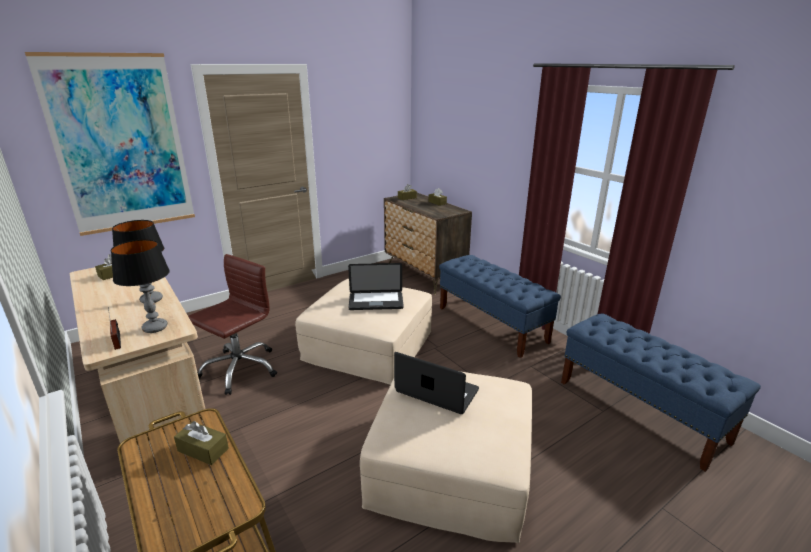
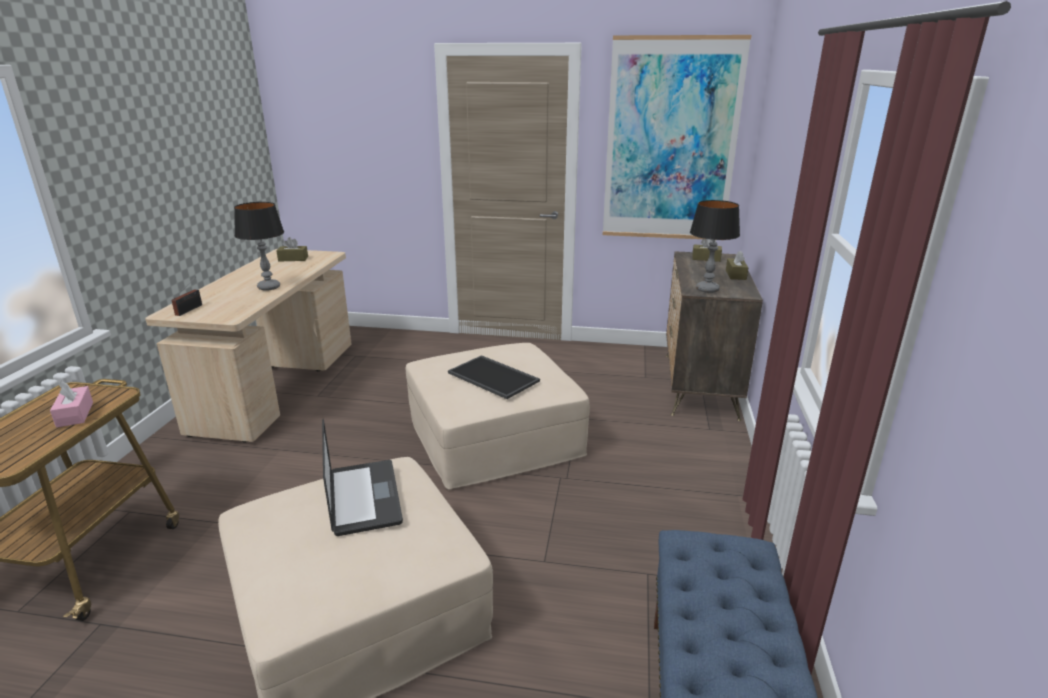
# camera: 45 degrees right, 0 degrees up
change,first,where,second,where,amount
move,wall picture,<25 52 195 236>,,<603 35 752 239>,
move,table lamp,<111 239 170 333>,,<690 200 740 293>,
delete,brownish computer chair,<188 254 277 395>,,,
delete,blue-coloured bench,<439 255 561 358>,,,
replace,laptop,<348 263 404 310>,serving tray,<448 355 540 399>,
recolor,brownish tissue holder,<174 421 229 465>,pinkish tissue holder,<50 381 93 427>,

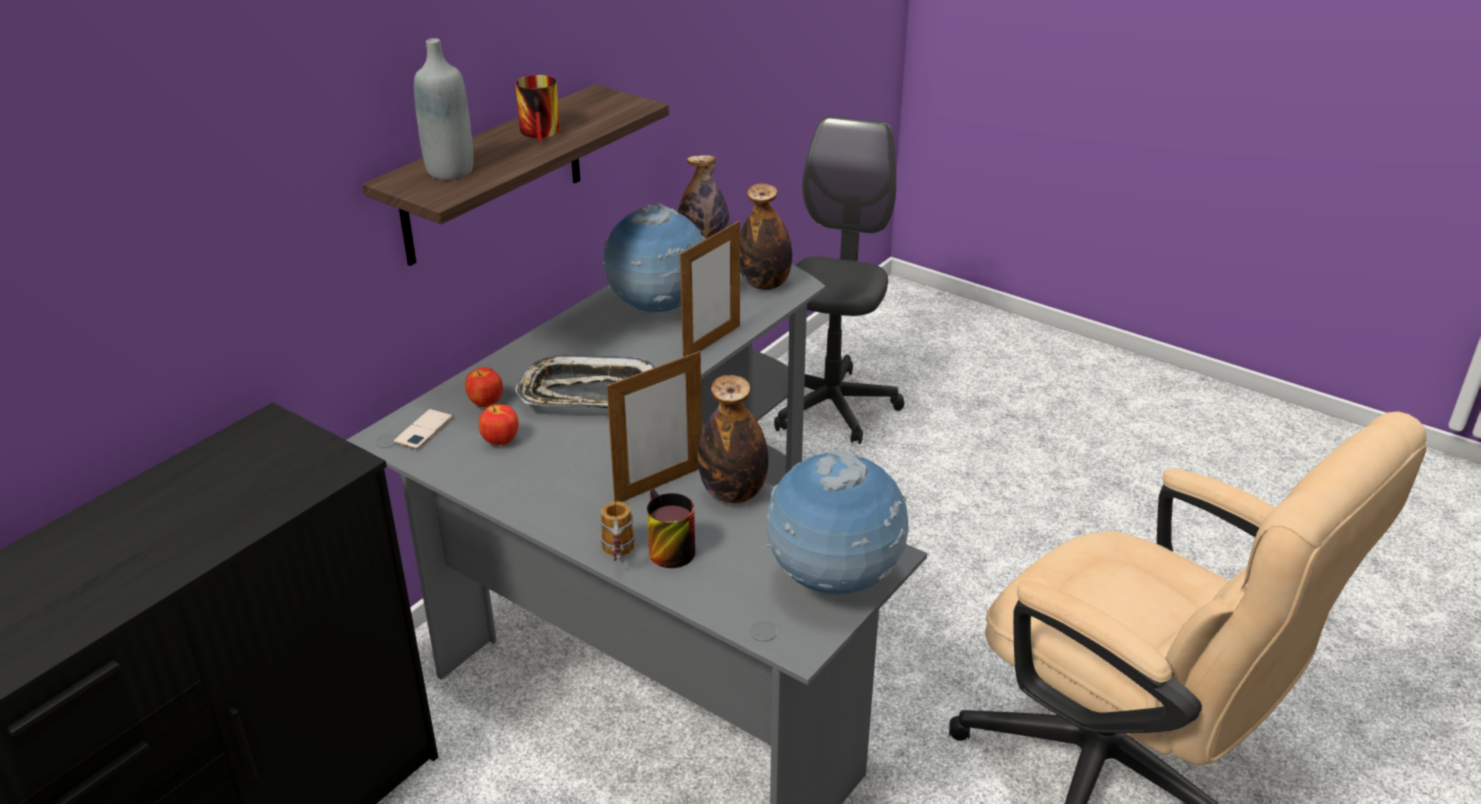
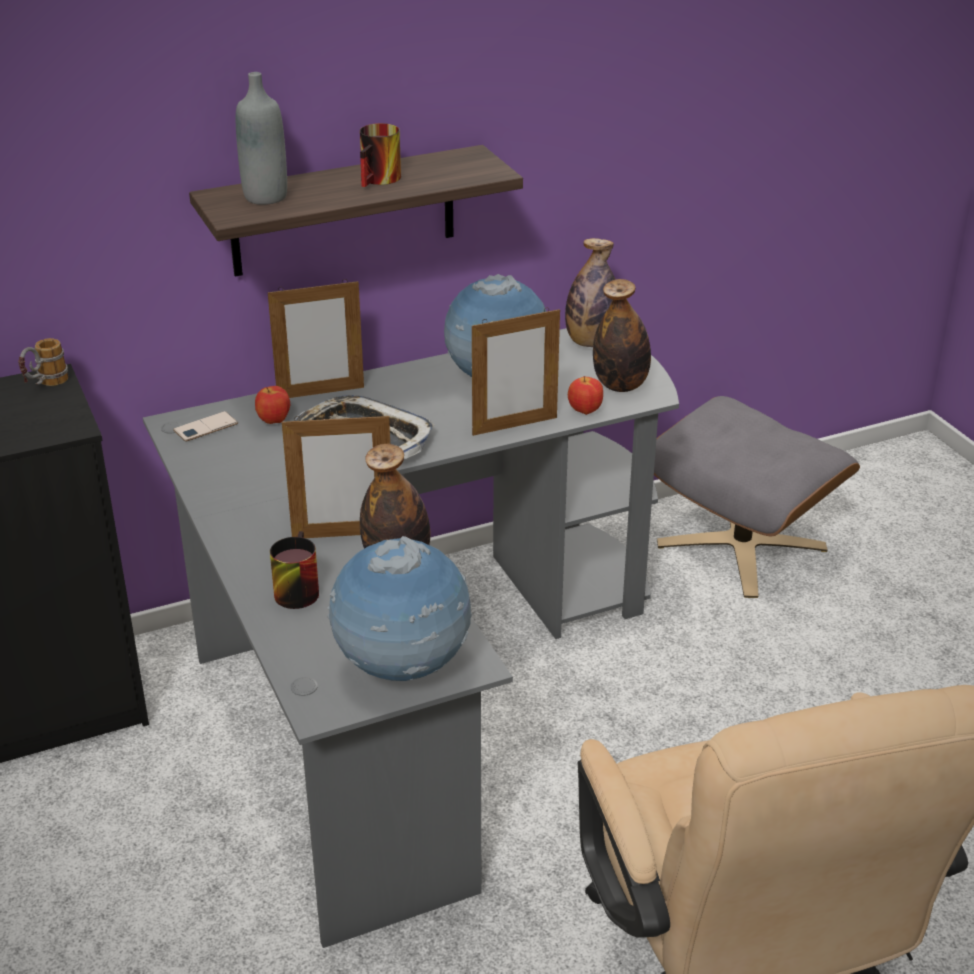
# camera: 30 degrees right, 0 degrees up
change,first,where,second,where,amount
replace,greyish computer chair,<774 116 904 444>,greyish footrest,<654 396 860 598>,
move,whole apple,<479 404 519 445>,,<568 376 603 415>,
move,coffee mug,<600 501 635 561>,,<18 338 68 386>,
insert,,,picture frame,<268 279 364 398>,

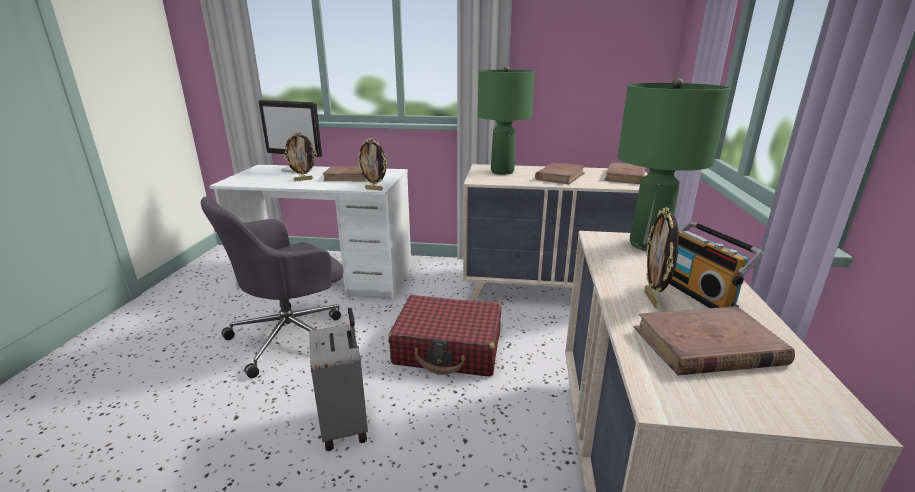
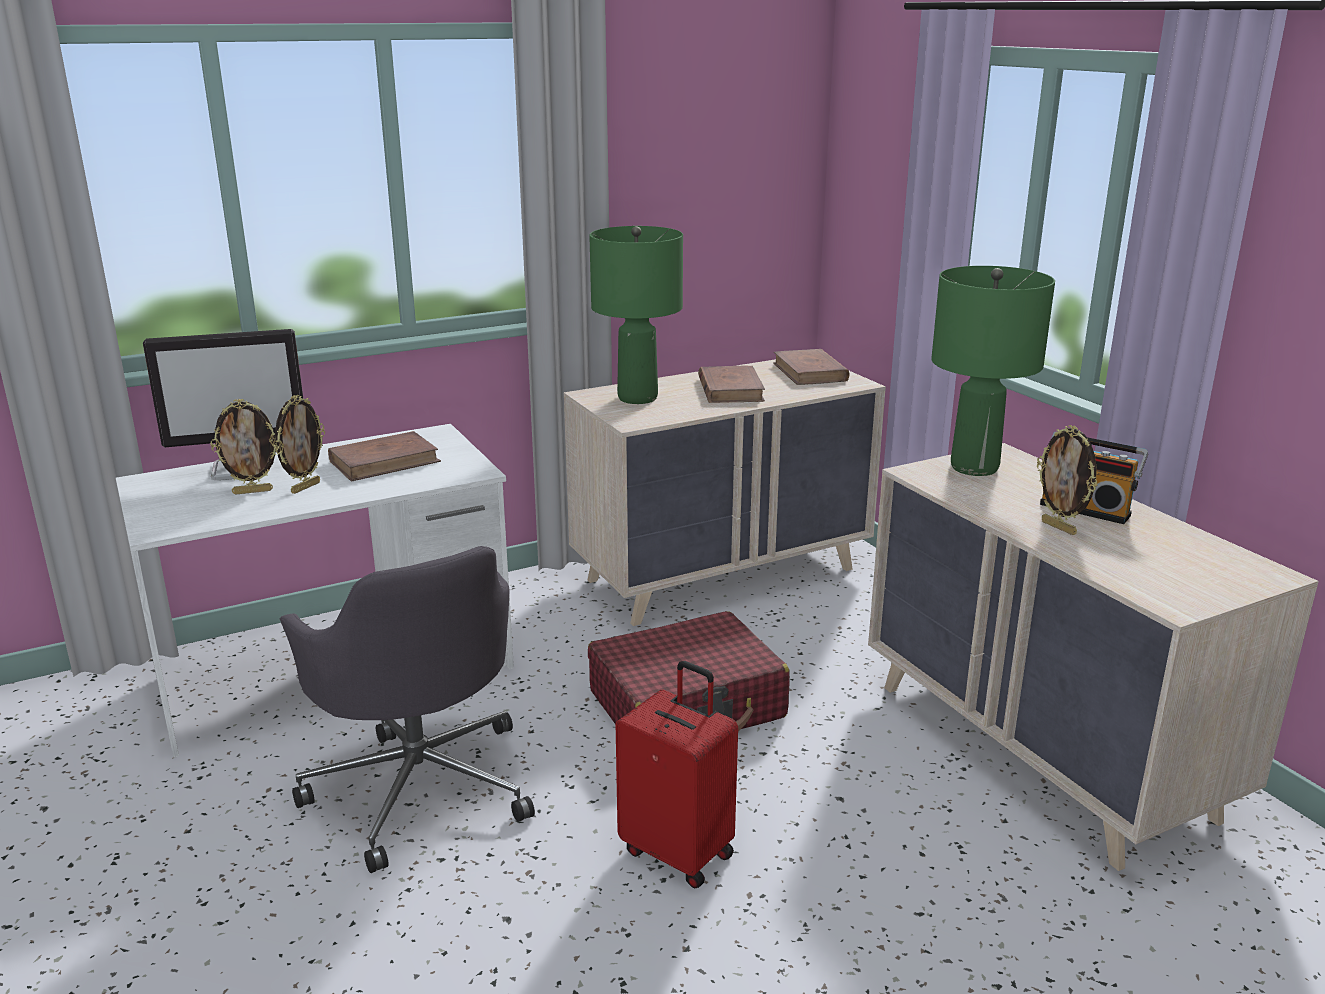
# camera: 35 degrees left, 0 degrees up
change,first,where,second,where,amount
move,picture frame,<356 138 388 191>,,<210 399 276 495>,
rotate,greyish computer chair,<201 196 343 378>,,<280 546 535 873>,45 degrees counterclockwise
delete,brownish volume,<634 306 795 375>,,,
recolor,greyish piece of luggage,<309 308 368 451>,red-coloured piece of luggage,<616 661 738 888>,

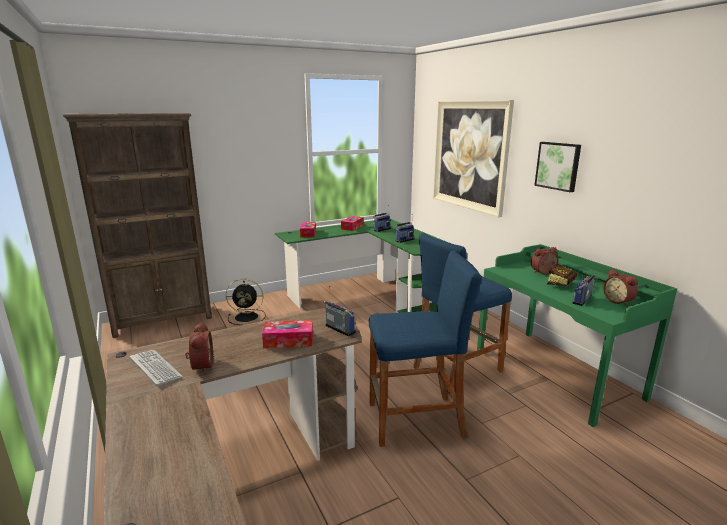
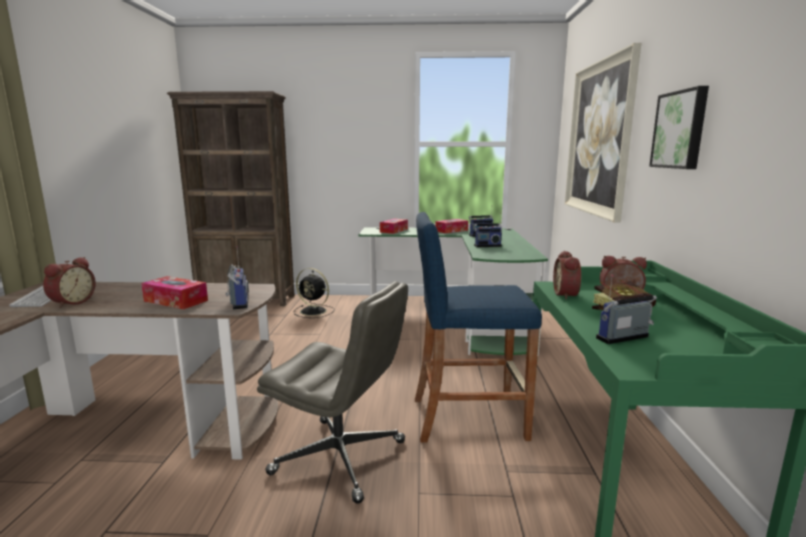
# camera: 30 degrees right, 5 degrees down
change,first,where,second,where,amount
replace,blue-coloured sitting stool,<369 251 482 447>,greyish computer chair,<257 281 408 504>,
move,bedside clock,<603 269 638 306>,,<553 251 581 299>,

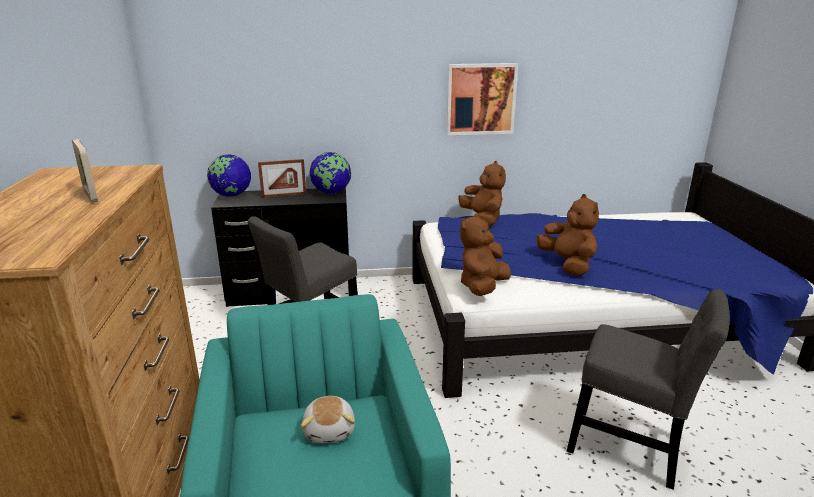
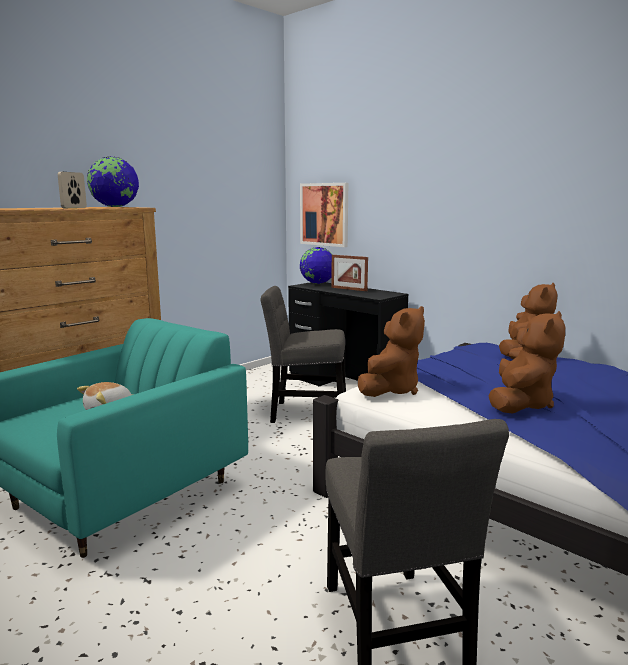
# camera: 50 degrees right, 10 degrees down
change,first,where,second,where,amount
move,wall picture,<446 63 518 135>,,<300 183 348 247>,
move,world globe,<310 152 351 194>,,<87 156 139 207>,
rotate,brownish plush toy,<460 213 511 296>,,<358 306 425 397>,135 degrees clockwise

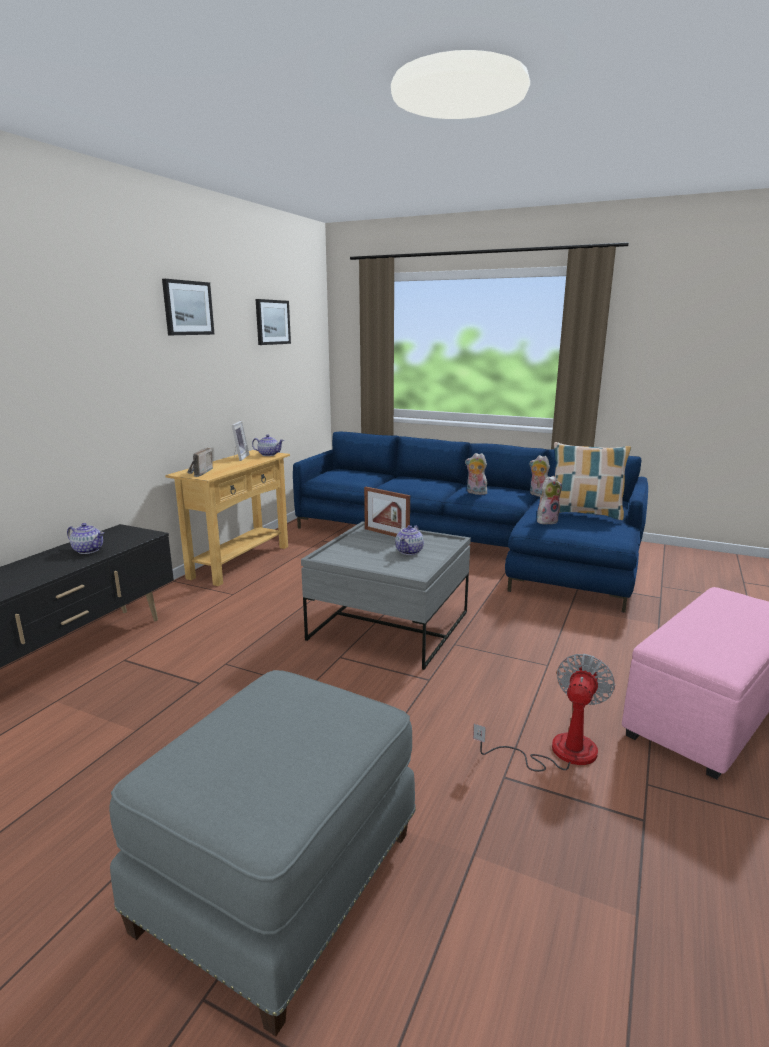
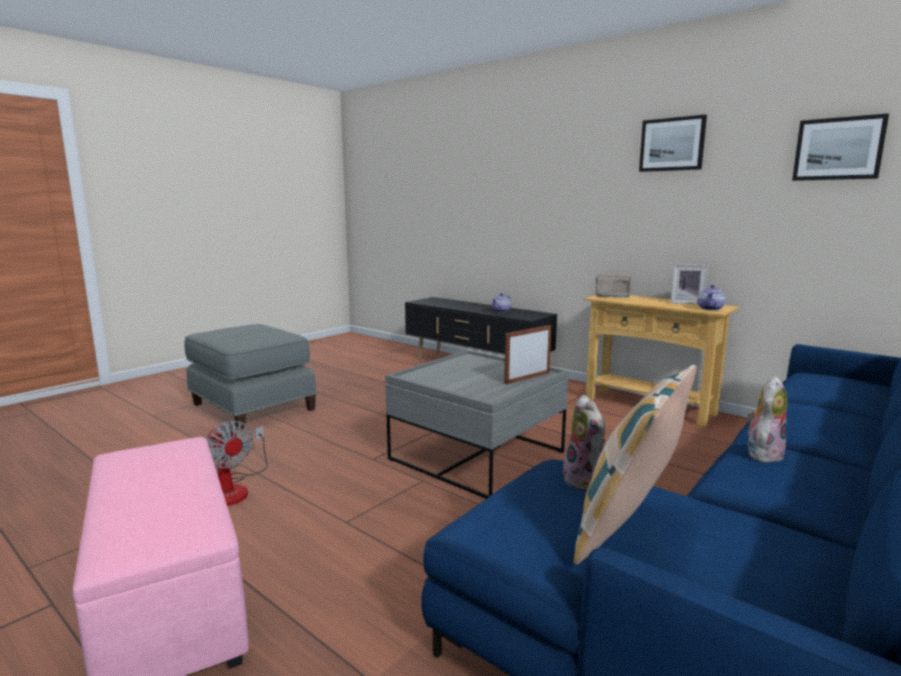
# camera: 105 degrees right, 5 degrees down
change,first,where,second,where,amount
delete,plush toy,<530 455 550 497>,,,
delete,pot for tea,<395 525 424 555>,,,

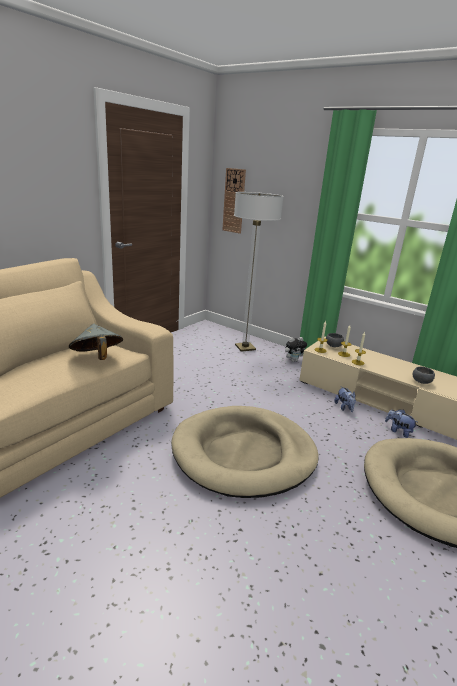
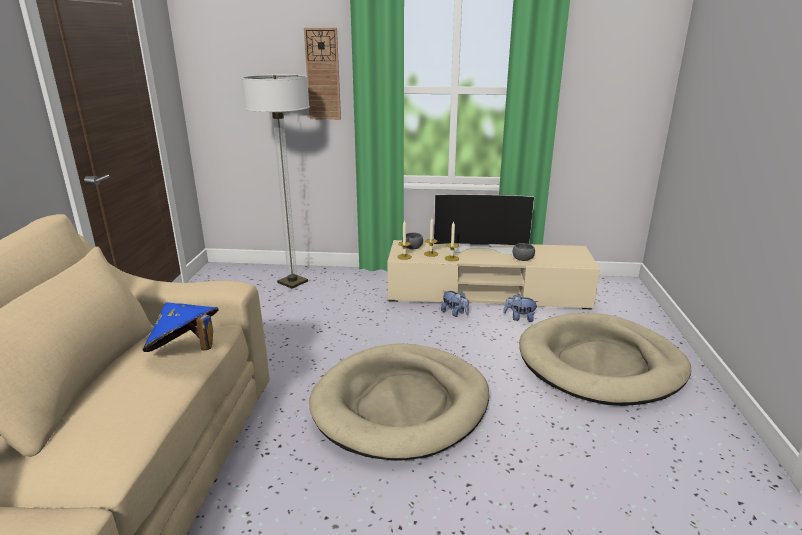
# camera: 30 degrees left, 0 degrees up
change,first,where,second,where,amount
move,clock on the wall,<222 168 246 234>,,<304 28 341 120>,
recolor,greyish clothing hat,<69 324 123 360>,blue-coloured clothing hat,<143 302 219 352>,
delete,plush toy,<285 337 307 362>,,,
insert,,,TV,<434 194 534 255>,

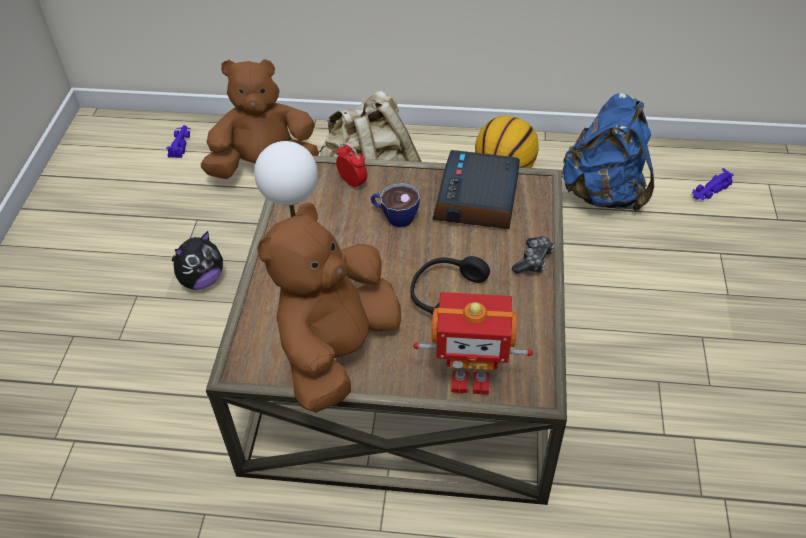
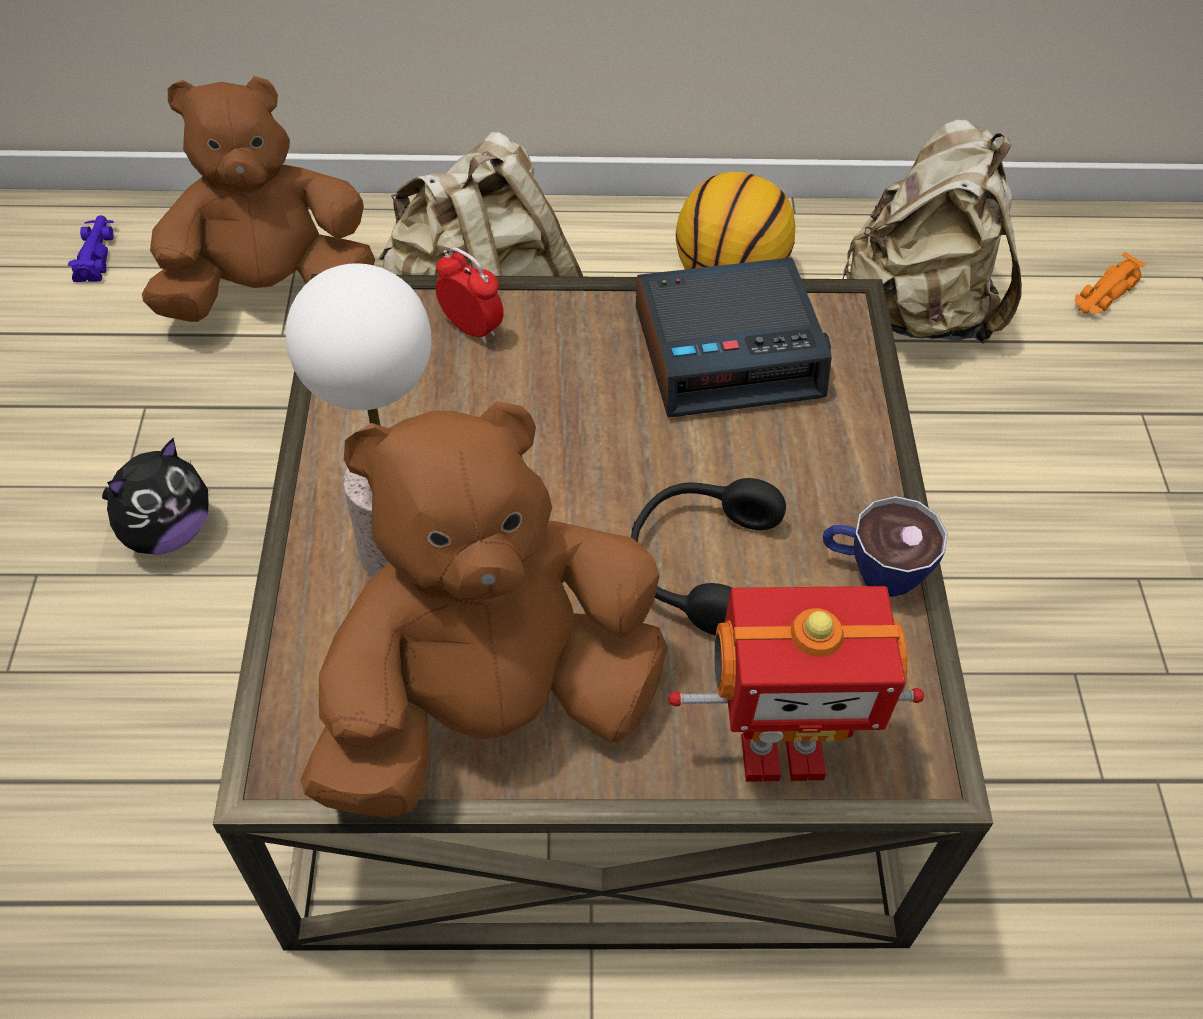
# camera: 10 degrees left, 5 degrees up
change,first,where,second,where,amount
recolor,blue-coloured backpack,<562 93 654 212>,beige-coloured backpack,<843 120 1022 344>,
rotate,bedside clock,<432 150 520 229>,,<636 257 832 417>,105 degrees counterclockwise
recolor,purple toy car,<692 168 734 200>,orange-coloured toy car,<1075 252 1146 314>,
move,drinking cup,<371 183 420 227>,,<823 496 948 597>,
rotate,brownish plush toy,<257 202 401 413>,,<301 401 667 818>,45 degrees clockwise
delete,gamepad,<512 236 554 274>,,,

